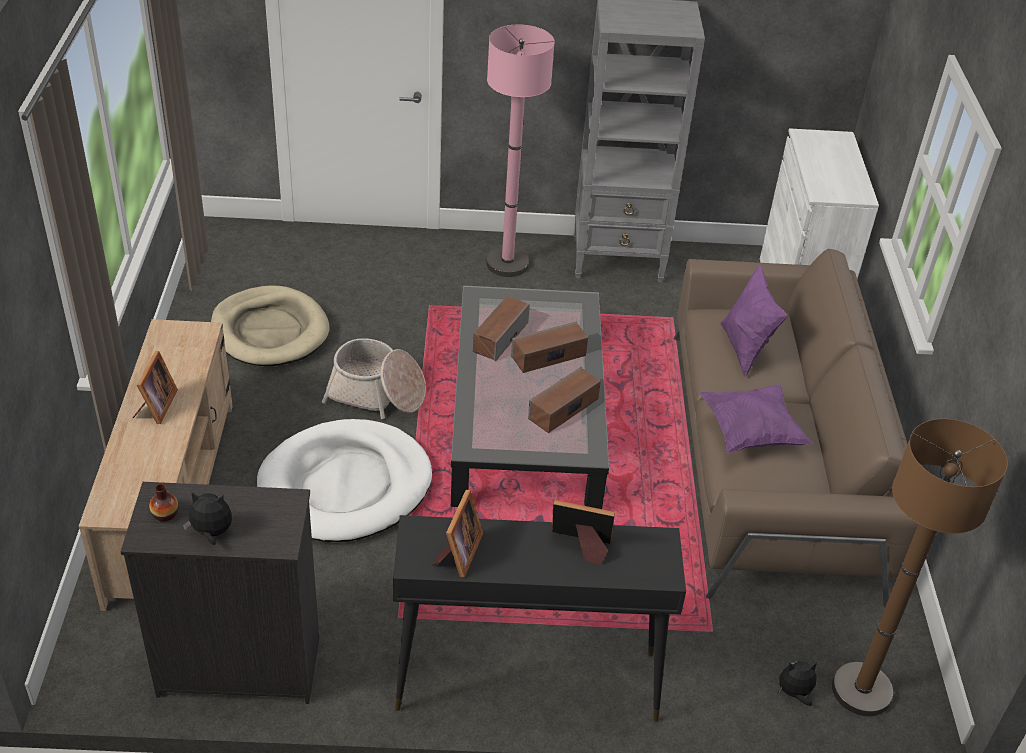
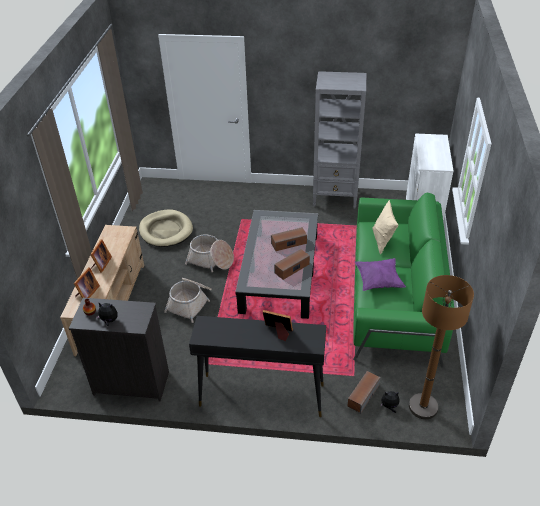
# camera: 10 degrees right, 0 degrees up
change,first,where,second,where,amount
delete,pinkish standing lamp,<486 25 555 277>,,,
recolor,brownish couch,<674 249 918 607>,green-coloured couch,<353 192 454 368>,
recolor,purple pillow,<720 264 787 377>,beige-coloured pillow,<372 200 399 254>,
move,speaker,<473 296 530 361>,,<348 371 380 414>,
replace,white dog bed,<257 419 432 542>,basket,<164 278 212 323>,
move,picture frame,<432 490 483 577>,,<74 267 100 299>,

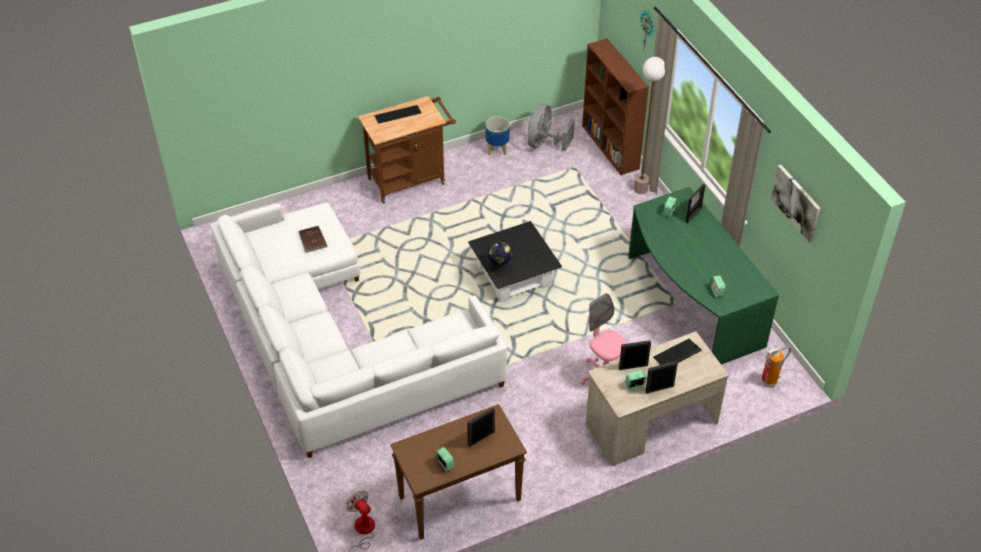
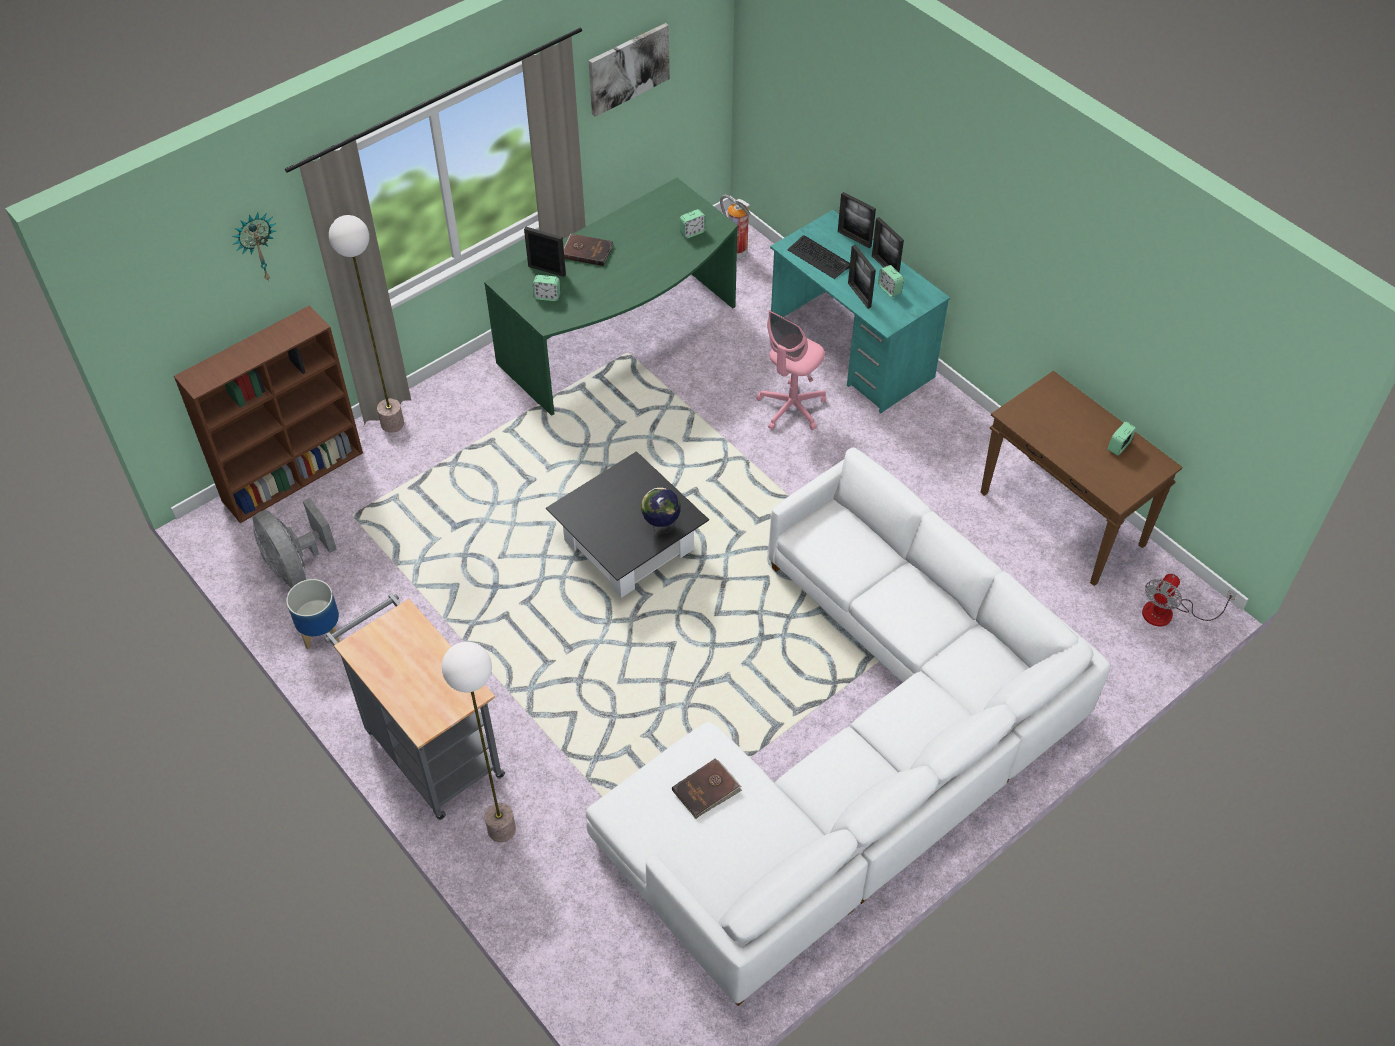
# camera: 105 degrees left, 5 degrees up
change,first,where,second,where,amount
recolor,brownish wheeled cart,<358 96 456 204>,greyish wheeled cart,<325 593 505 820>,
rotate,greyish fan,<527 104 575 151>,,<253 498 337 588>,45 degrees clockwise
delete,computer keyboard,<374 105 422 124>,,,
recolor,beige-coloured desk table,<586 331 729 466>,turquoise-coloured desk table,<770 210 950 413>,
move,picture frame,<467 407 495 447>,,<838 192 876 248>,
insert,,,brownish volume,<564 233 614 266>,
insert,,,standing lamp,<442 642 516 842>,

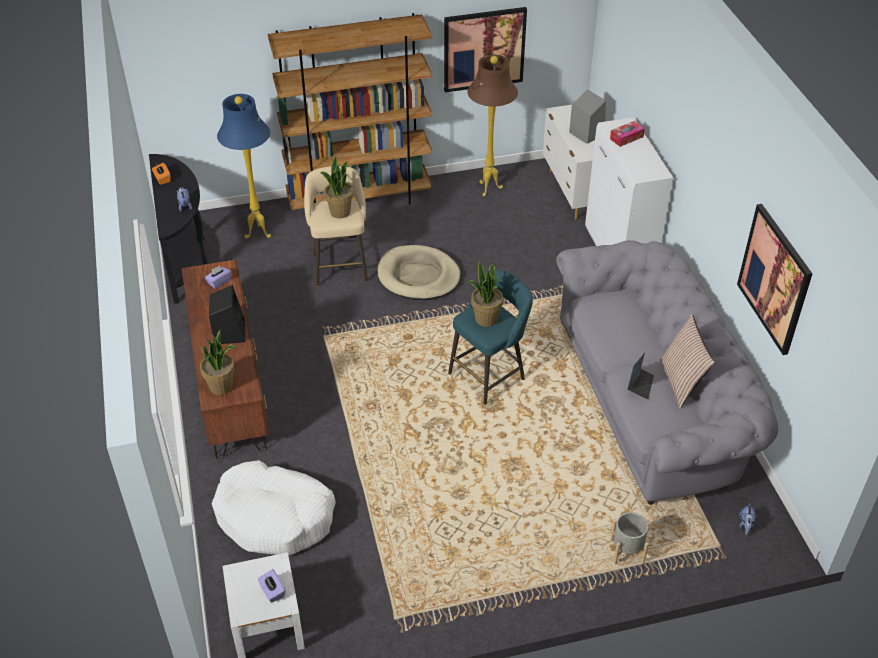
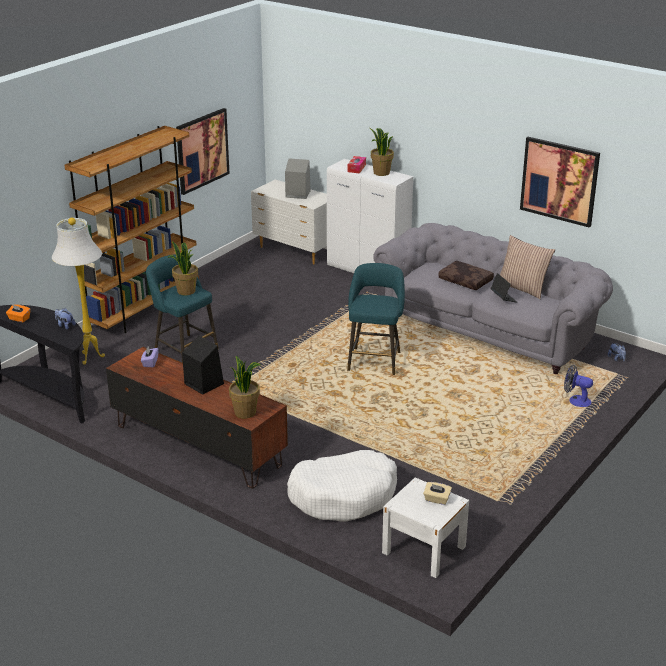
# camera: 40 degrees left, 15 degrees down
change,first,where,second,where,amount
delete,brownish standing lamp,<468 55 518 197>,,,
recolor,blue-coloured standing lamp,<217 94 271 239>,white standing lamp,<52 218 105 365>,
recolor,beige-coloured sitting stool,<304 166 368 286>,turquoise-coloured sitting stool,<146 254 218 363>,
delete,beige-coloured dog bed,<377 245 461 300>,,,
move,plant in a pot,<467 261 503 327>,,<370 128 394 176>,
replace,greyish planter,<610 512 649 564>,fan,<564 365 593 407>,
recolor,purple tissue holder,<258 569 285 603>,beige-coloured tissue holder,<423 482 452 505>,
insert,,,brownish pillow,<438 261 494 290>,

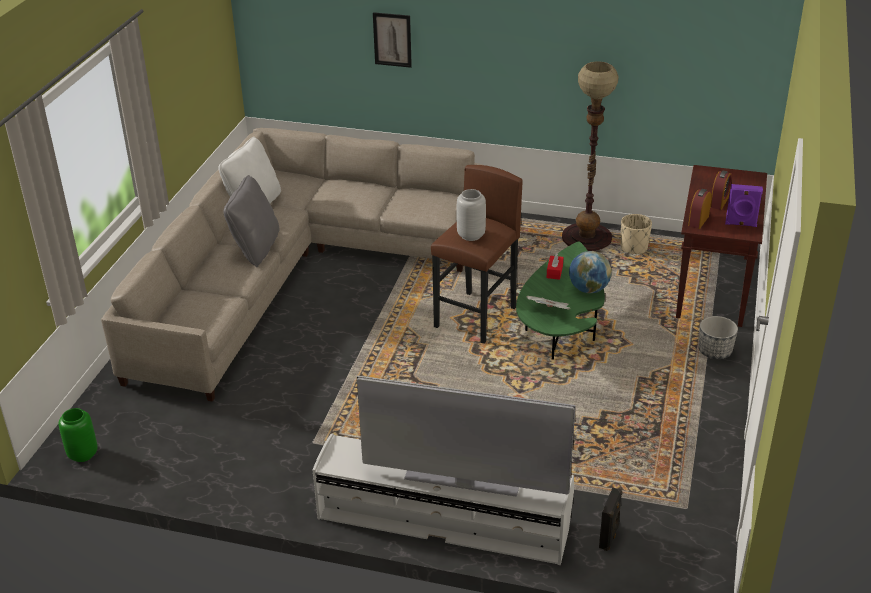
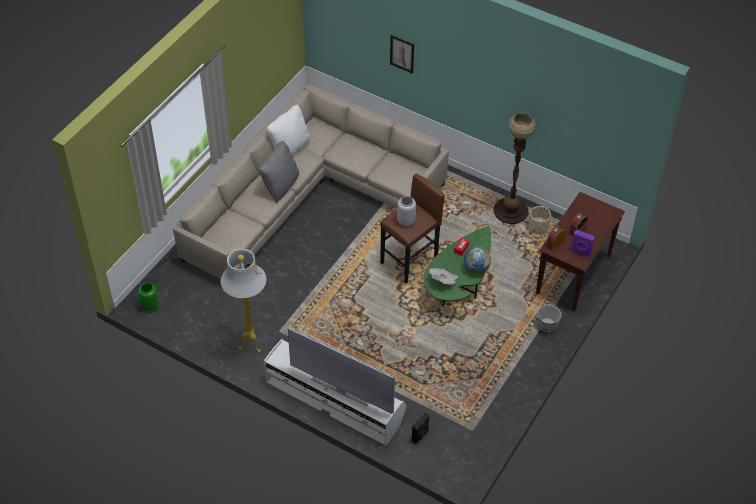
# camera: 15 degrees right, 15 degrees up
change,first,where,second,where,amount
insert,,,white standing lamp,<221 249 266 353>,

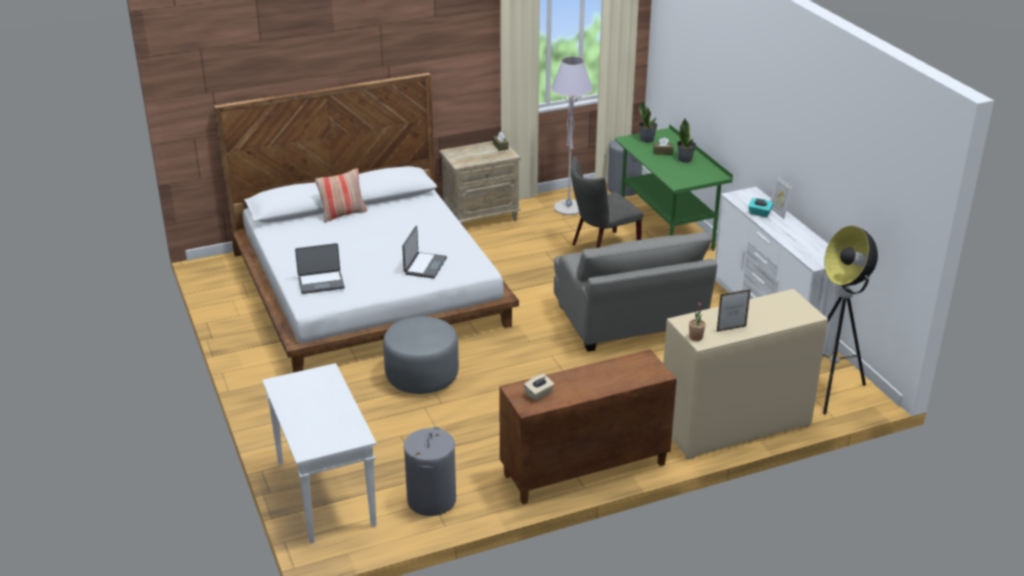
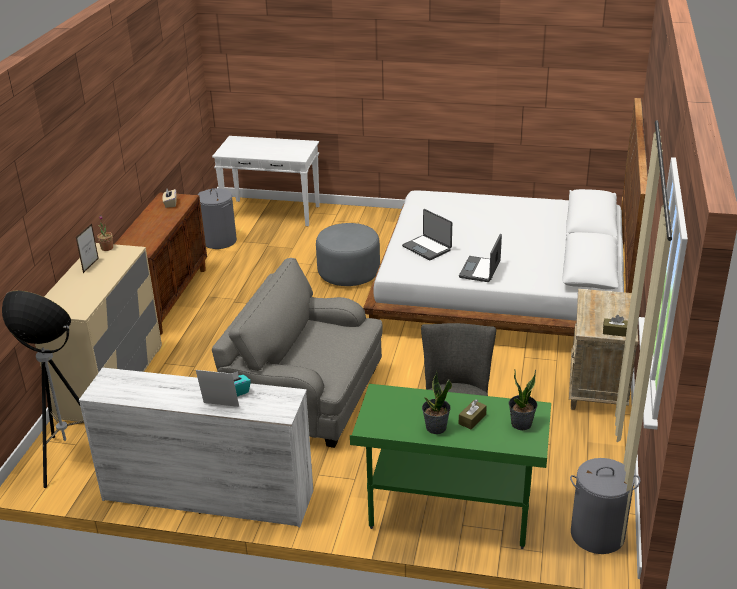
# camera: 125 degrees right, 0 degrees up
change,first,where,second,where,amount
delete,greyish standing lamp,<551 57 593 215>,,,
delete,pillow,<315 168 367 223>,,,
move,laptop,<295 243 345 294>,,<459 234 502 282>,

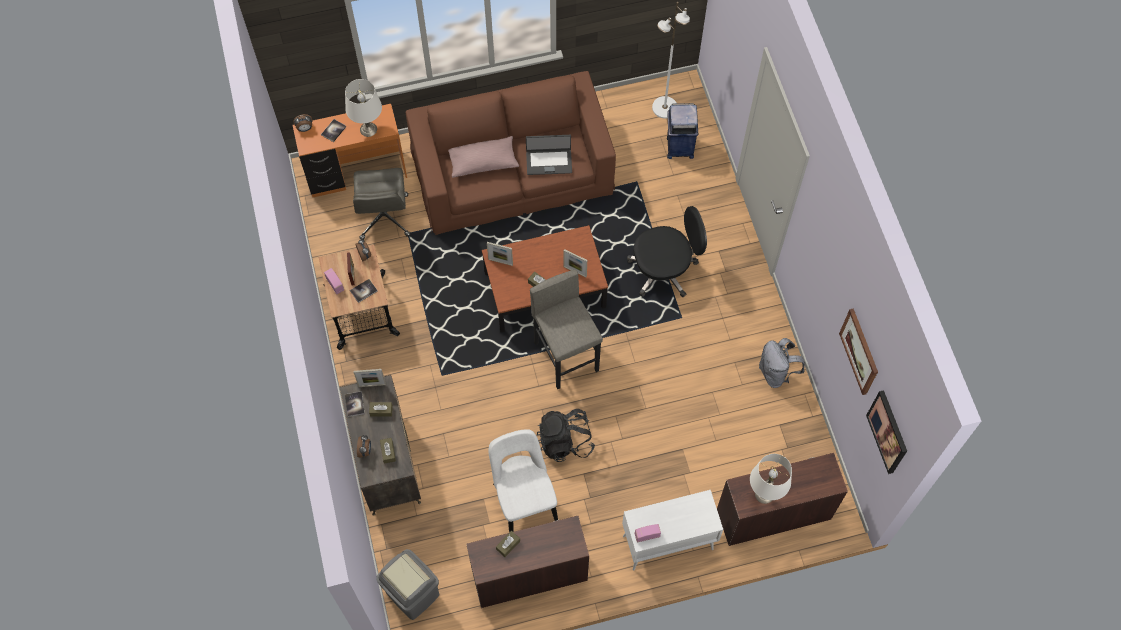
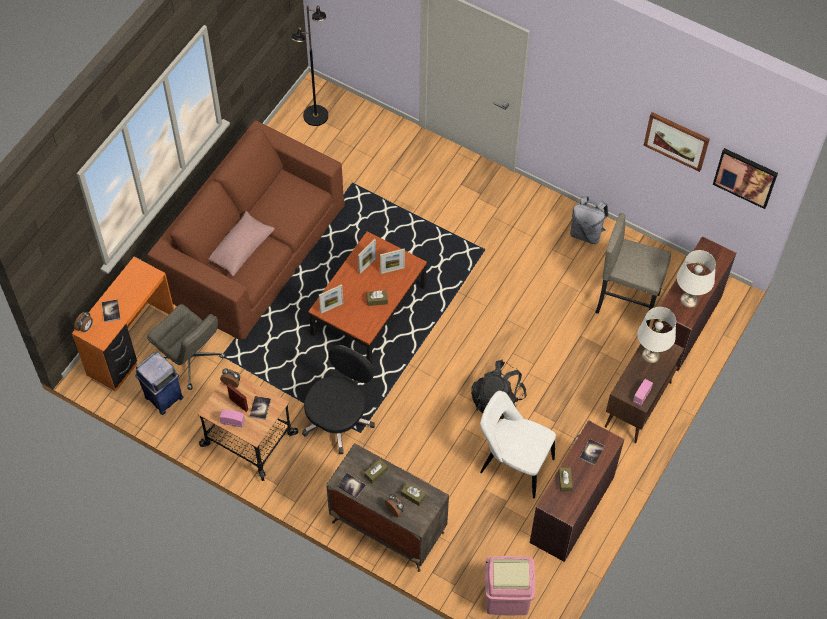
# camera: 45 degrees left, 5 degrees down
change,first,where,second,where,amount
recolor,white standing lamp,<652 2 690 119>,black standing lamp,<291 5 328 126>,
move,white table lamp,<345 79 382 137>,,<637 307 676 363>,
move,blue-coloured waste bin,<667 103 698 159>,,<135 352 184 415>,
delete,laptop,<526 135 572 175>,,,
move,black computer chair,<627 206 707 297>,,<302 345 375 454>,
move,greyish sitting stool,<530 270 603 389>,,<595 213 671 327>,
move,picture frame,<353 369 386 387>,,<358 239 376 274>,
recolor,white cupboard,<622 490 723 571>,brownish cupboard,<605 343 684 443>,
recolor,greyish waste bin,<376 549 439 620>,pinkish waste bin,<485 556 535 615>,
insert,,,volume,<580 439 605 466>,

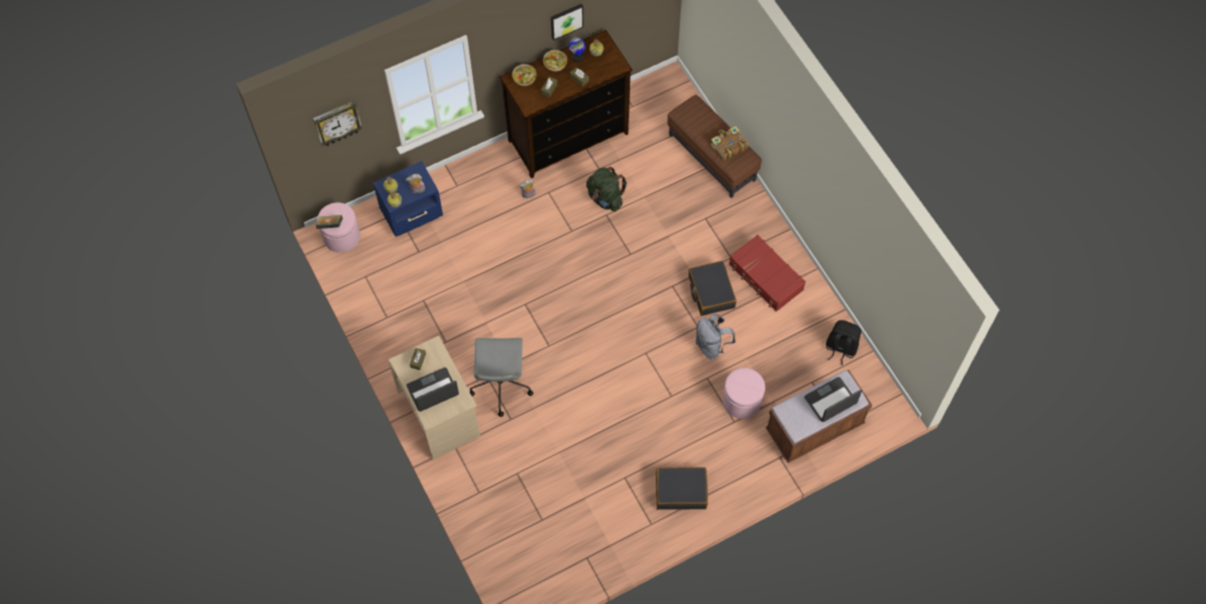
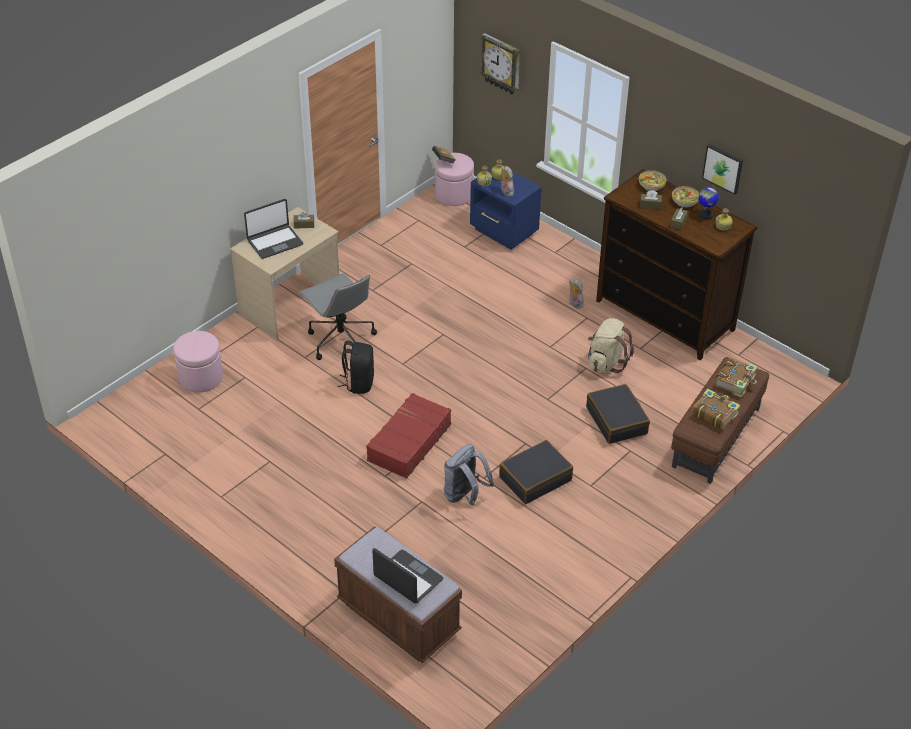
# camera: 70 degrees right, 20 degrees down
change,first,where,second,where,amount
recolor,green-coloured backpack,<586 166 627 212>,beige-coloured backpack,<588 318 634 373>,
move,red-coloured piece of luggage,<729 235 806 312>,,<366 393 451 479>,
move,black backpack,<826 320 861 365>,,<338 341 374 394>,
rotate,greyish computer chair,<470 338 533 417>,,<299 274 377 360>,105 degrees counterclockwise
rotate,laptop,<407 367 459 412>,,<244 199 303 259>,105 degrees clockwise
move,pinkish footrest,<722 368 765 419>,,<173 331 223 393>,
move,black piece of luggage,<656 467 708 510>,,<586 384 650 444>,
insert,,,volume,<715 358 758 398>,

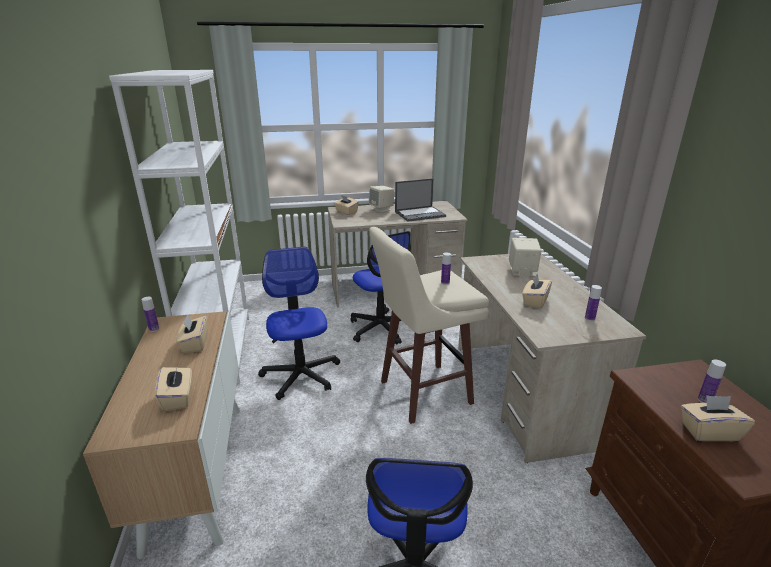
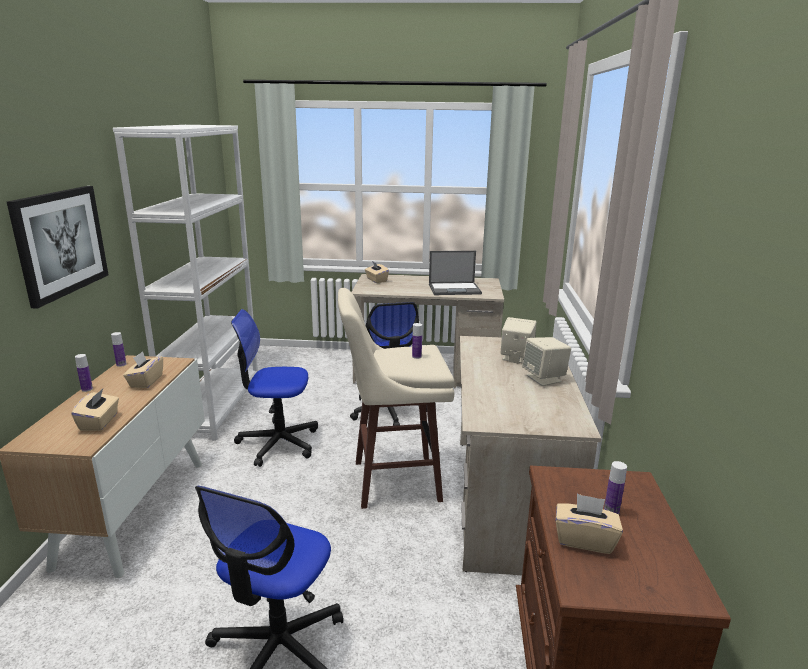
# camera: 15 degrees right, 5 degrees down
change,first,where,second,where,amount
move,beige-coloured speaker,<369 186 395 213>,,<522 337 571 386>,
rotate,computer chair,<258 247 340 400>,,<231 309 318 467>,90 degrees counterclockwise
delete,beige-coloured tissue holder,<522 273 552 309>,,,
move,drink bottle,<585 285 602 321>,,<75 354 93 392>,
insert,,,wall picture,<7 186 108 309>,

